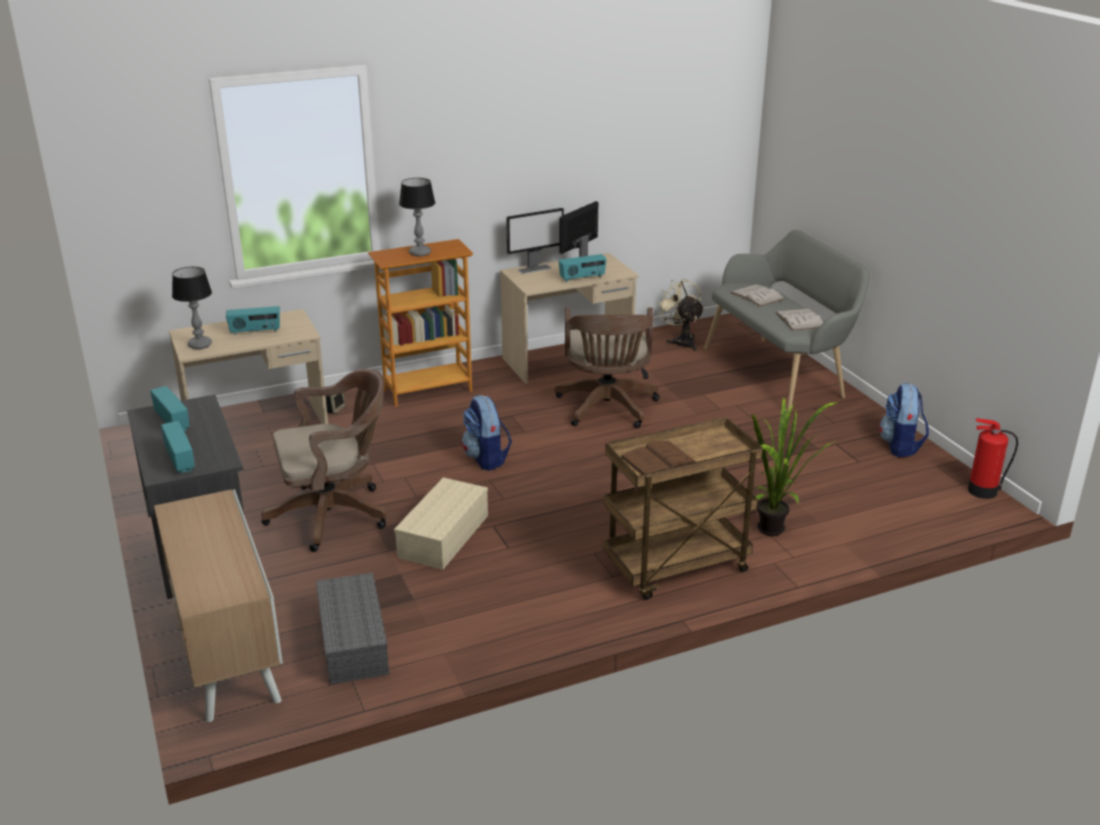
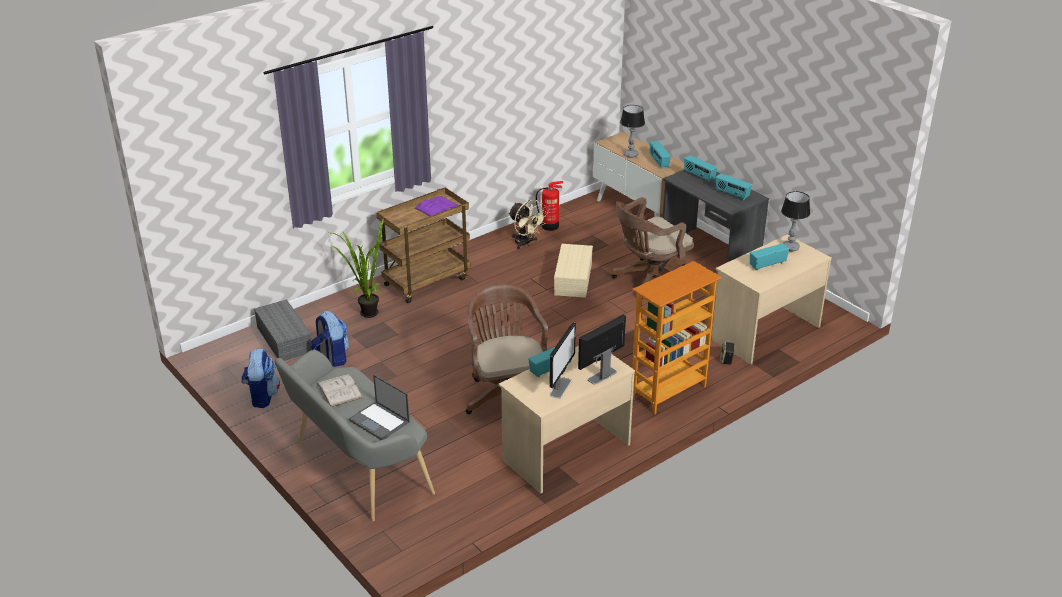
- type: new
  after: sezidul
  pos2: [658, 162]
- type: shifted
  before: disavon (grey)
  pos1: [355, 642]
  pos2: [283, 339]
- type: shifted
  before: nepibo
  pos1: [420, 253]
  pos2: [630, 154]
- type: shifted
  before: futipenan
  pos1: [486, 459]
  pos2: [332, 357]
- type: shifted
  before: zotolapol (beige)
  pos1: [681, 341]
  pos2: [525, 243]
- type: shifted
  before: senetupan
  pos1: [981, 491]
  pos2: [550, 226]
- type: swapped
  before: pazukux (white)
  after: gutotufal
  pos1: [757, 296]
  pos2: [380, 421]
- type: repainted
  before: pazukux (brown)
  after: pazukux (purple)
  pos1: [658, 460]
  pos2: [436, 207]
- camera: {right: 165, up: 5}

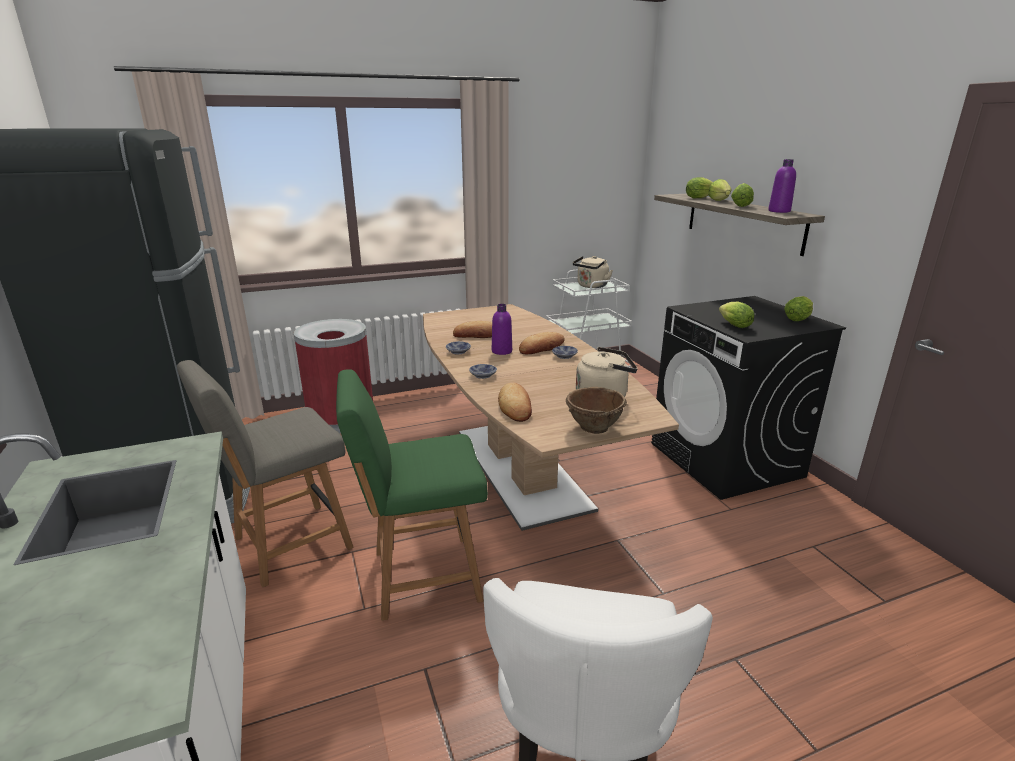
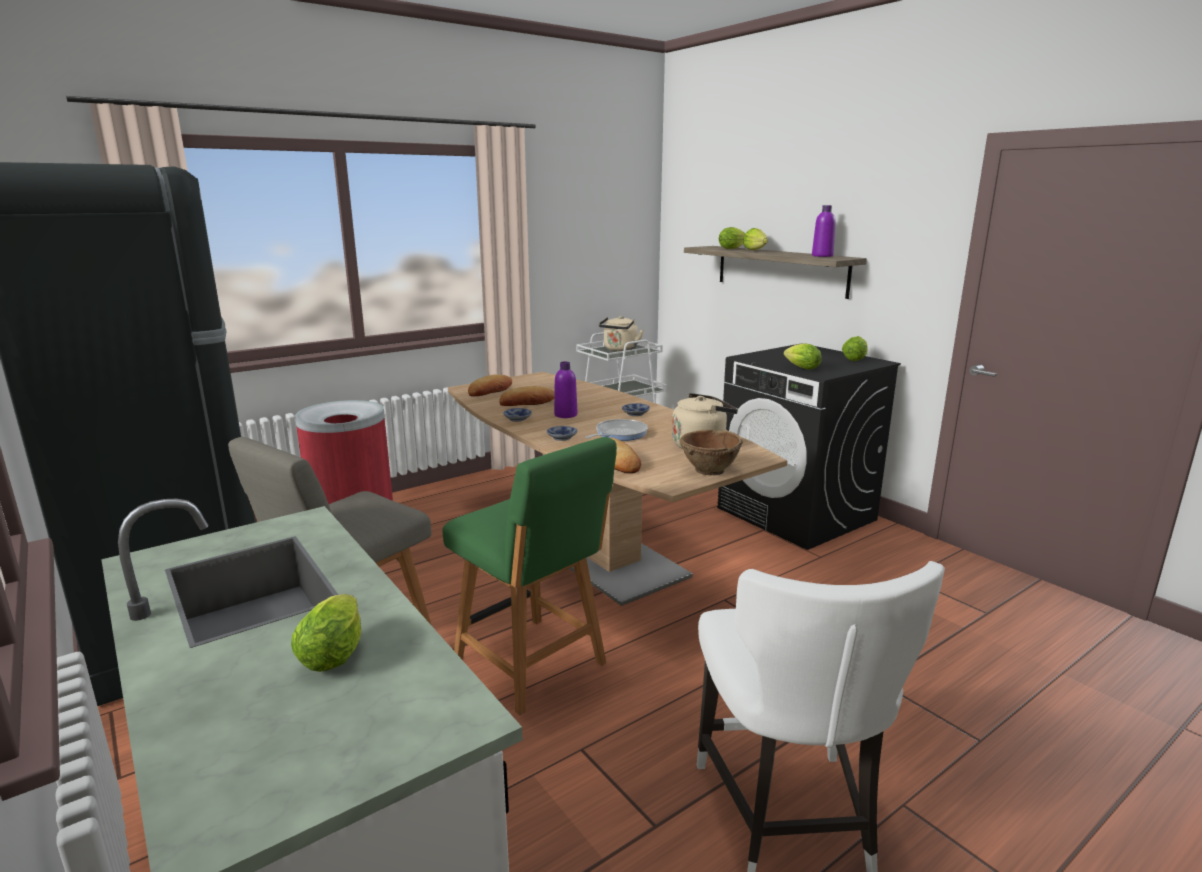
- type: new
  after: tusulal
  pos2: [619, 434]
- type: shifted
  before: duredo
  pos1: [541, 348]
  pos2: [490, 390]
- type: shifted
  before: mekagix
  pos1: [740, 206]
  pos2: [336, 652]
- type: rotated
  before: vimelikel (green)
  pos1: [421, 576]
  pos2: [533, 665]
  turn: -105
- camera: {right: -15, up: -5}

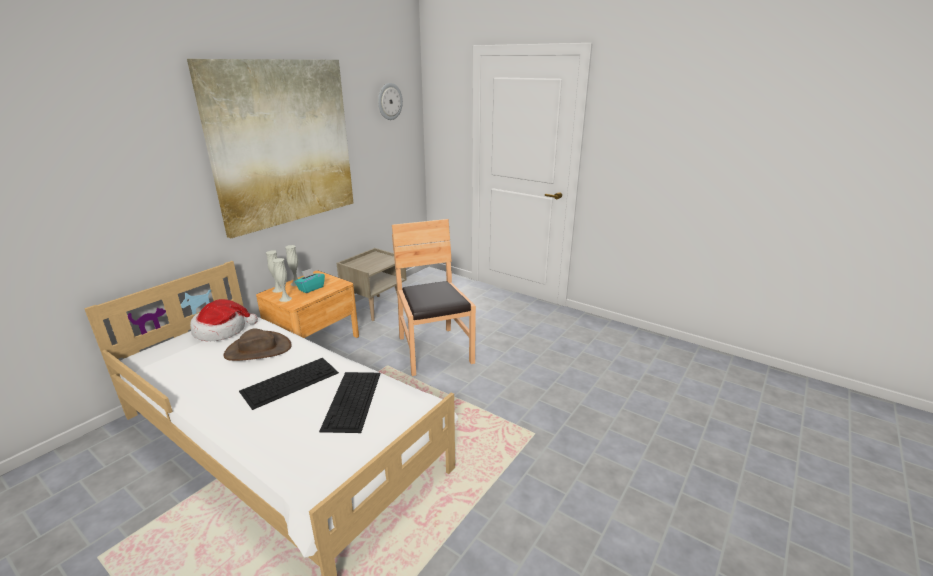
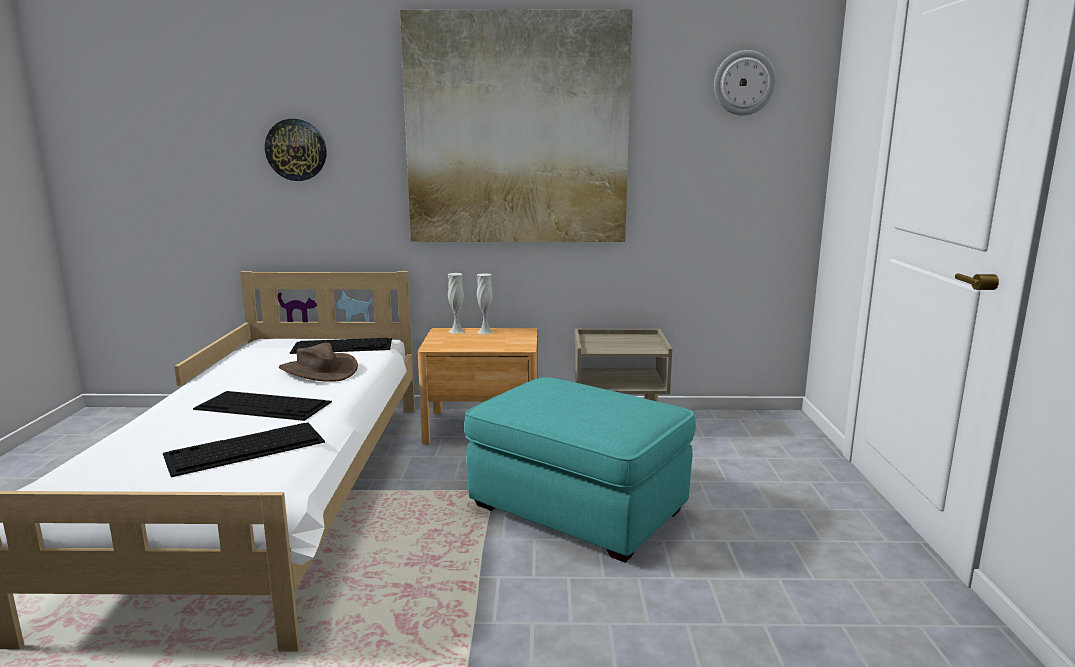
- type: gone
  before: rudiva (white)
  pos1: [285, 299]
- type: gone
  before: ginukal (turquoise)
  pos1: [311, 288]
- type: new
  after: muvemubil
  pos2: [296, 150]
- type: swapped
  before: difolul
  after: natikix
  pos1: [222, 330]
  pos2: [343, 346]
- type: swapped
  before: vimelikel (brown)
  after: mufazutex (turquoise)
  pos1: [434, 350]
  pos2: [579, 509]
- camera: {right: 55, up: -10}

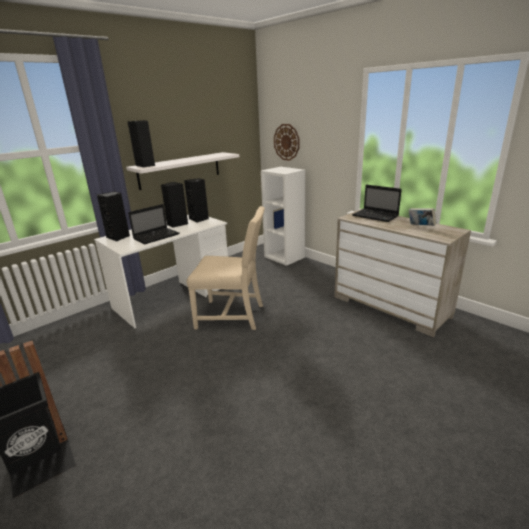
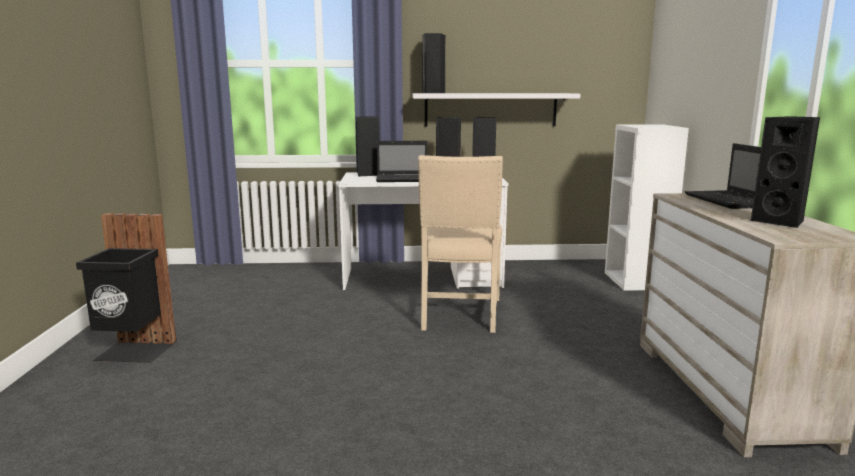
- type: gone
  before: muvemubil
  pos1: [286, 142]
- type: swapped
  before: pazukux
  after: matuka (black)
  pos1: [420, 226]
  pos2: [781, 221]
- type: rotated
  before: vimelikel (beige)
  pos1: [232, 315]
  pos2: [459, 315]
  turn: 45
- camera: {right: 40, up: -10}

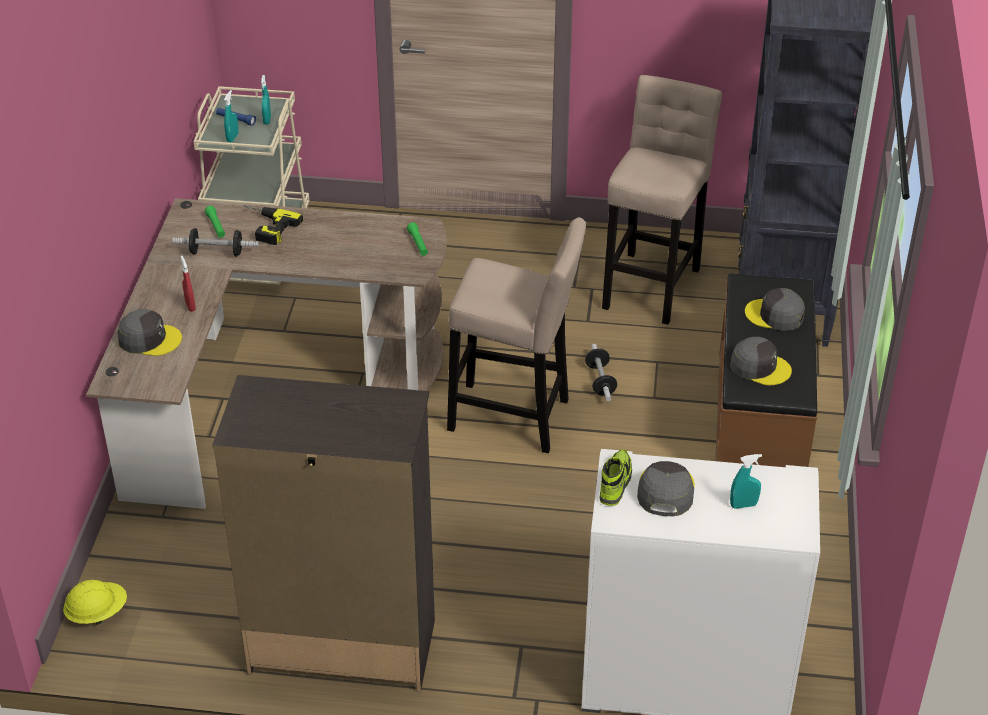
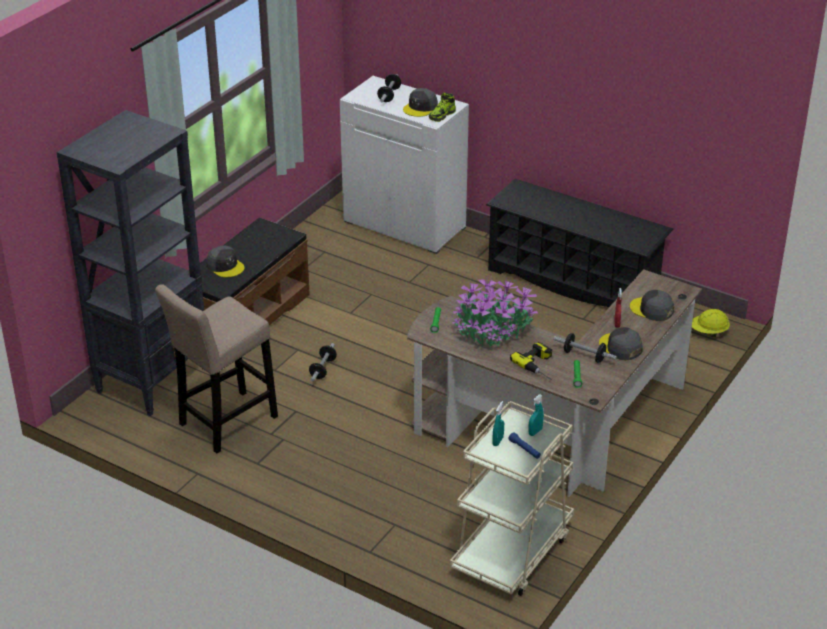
- type: gone
  before: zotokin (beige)
  pos1: [515, 418]
- type: new
  after: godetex
  pos2: [493, 331]
- type: shifted
  before: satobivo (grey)
  pos1: [760, 367]
  pos2: [620, 347]
- type: swapped
  before: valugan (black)
  after: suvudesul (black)
  pos1: [341, 645]
  pos2: [573, 282]
- type: swapped
  before: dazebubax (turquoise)
  after: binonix
  pos1: [743, 505]
  pos2: [389, 95]
- camera: {right: -155, up: -5}

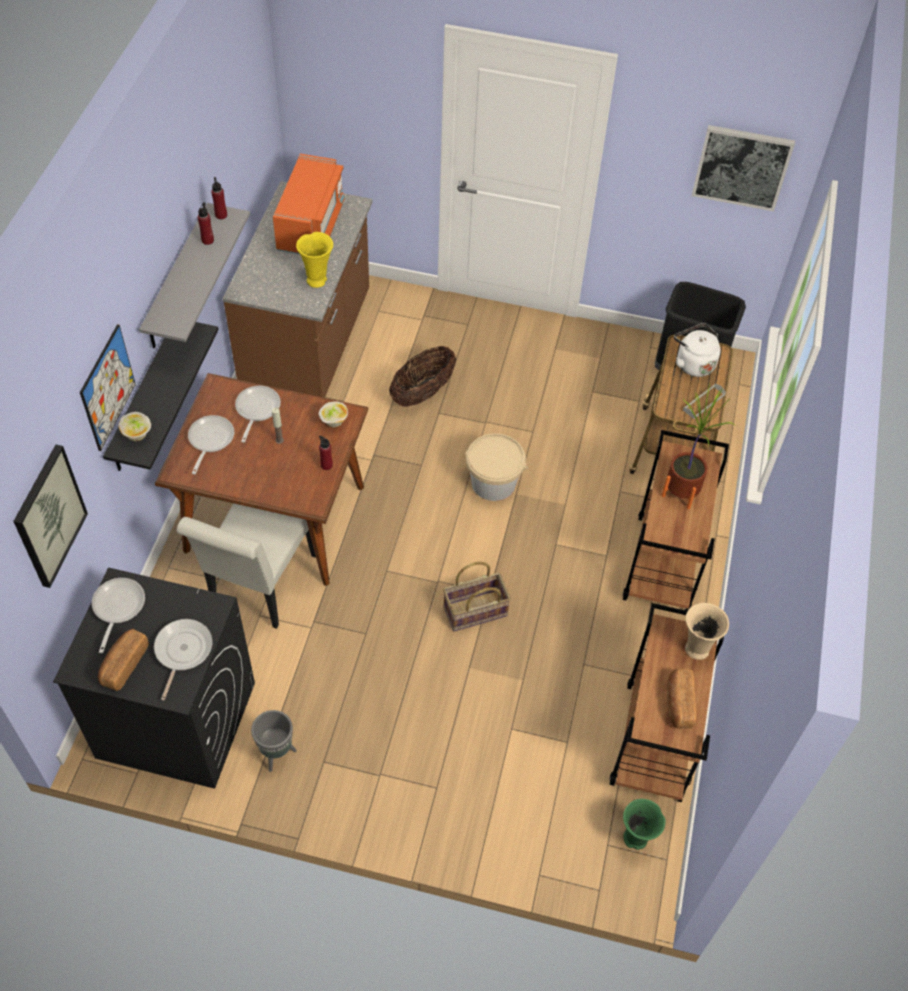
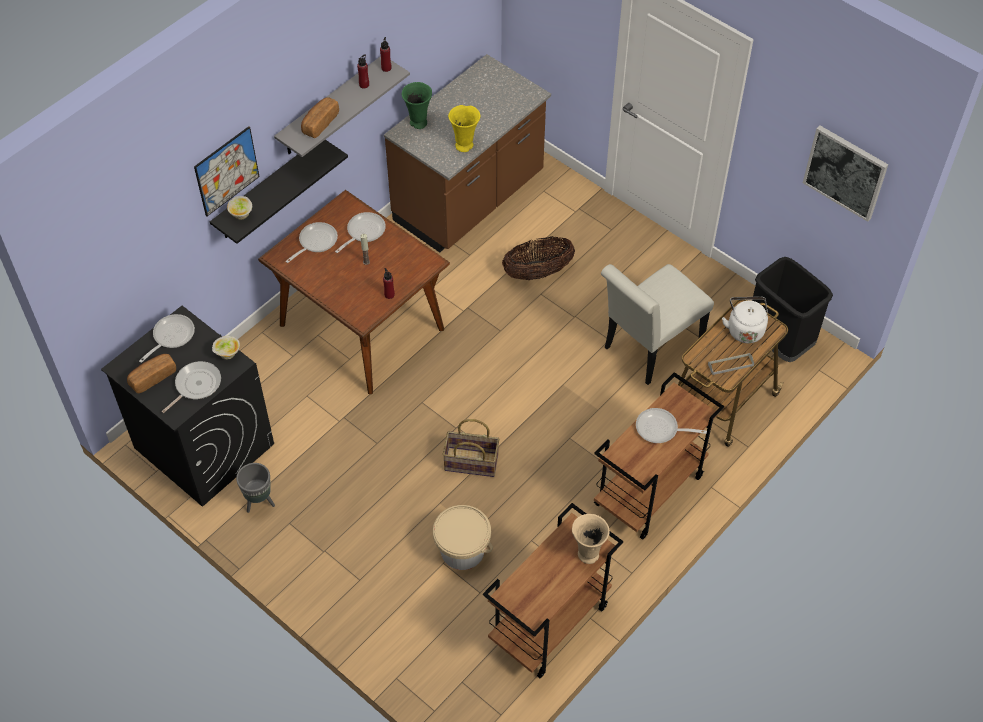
- type: gone
  before: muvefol
  pos1: [48, 516]
- type: gone
  before: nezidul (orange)
  pos1: [311, 224]
- type: shifted
  before: vimelikel (white)
  pos1: [260, 586]
  pos2: [648, 349]
- type: shifted
  before: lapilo
  pos1: [333, 422]
  pos2: [227, 354]
- type: shifted
  before: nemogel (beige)
  pos1: [493, 483]
  pos2: [462, 550]
- type: shifted
  before: rudiva (green)
  pos1: [636, 839]
  pos2: [418, 123]
- type: shifted
  before: duredo
  pos1: [678, 703]
  pos2: [319, 123]
- type: swapped
  before: godetex
  after: tusulal
  pos1: [681, 492]
  pos2: [660, 429]
- camera: {right: 30, up: 0}

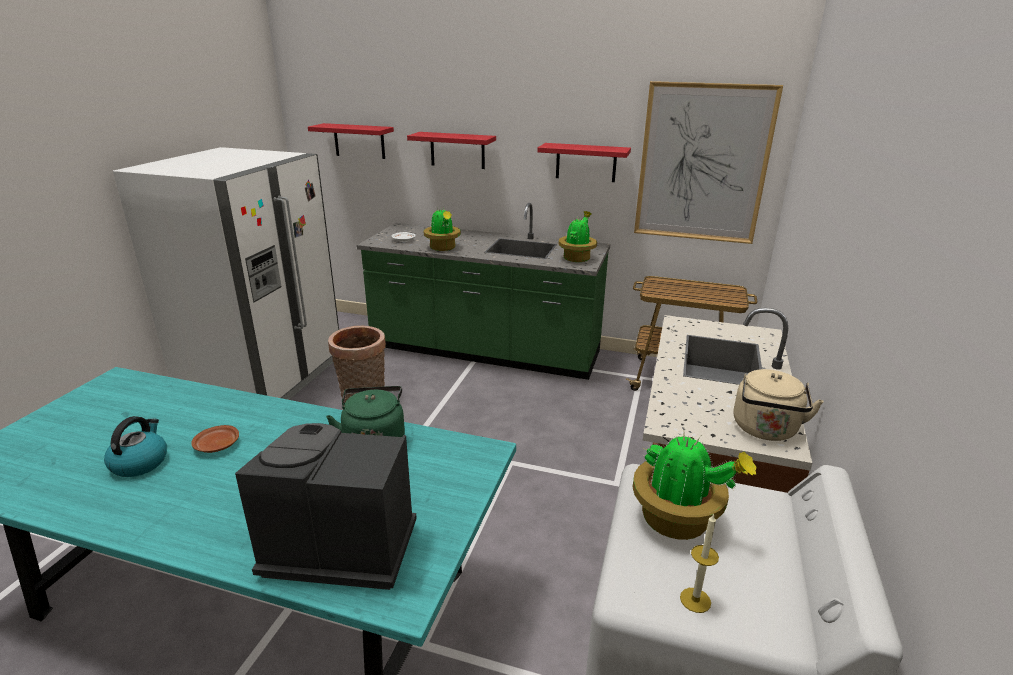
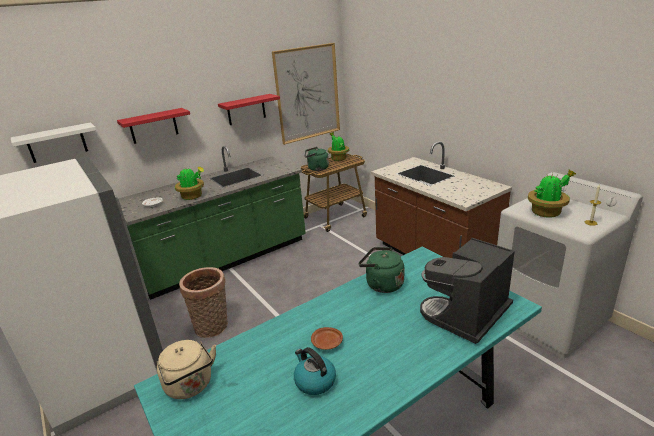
- type: new
  after: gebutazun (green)
  pos2: [316, 168]
- type: shifted
  before: godetex
  pos1: [577, 258]
  pos2: [338, 158]
- type: shifted
  before: gebutazun (beige)
  pos1: [765, 430]
  pos2: [191, 386]
- type: repainted
  before: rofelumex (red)
  after: rofelumex (white)
  pos1: [359, 141]
  pos2: [57, 143]
- camera: {right: -50, up: 0}

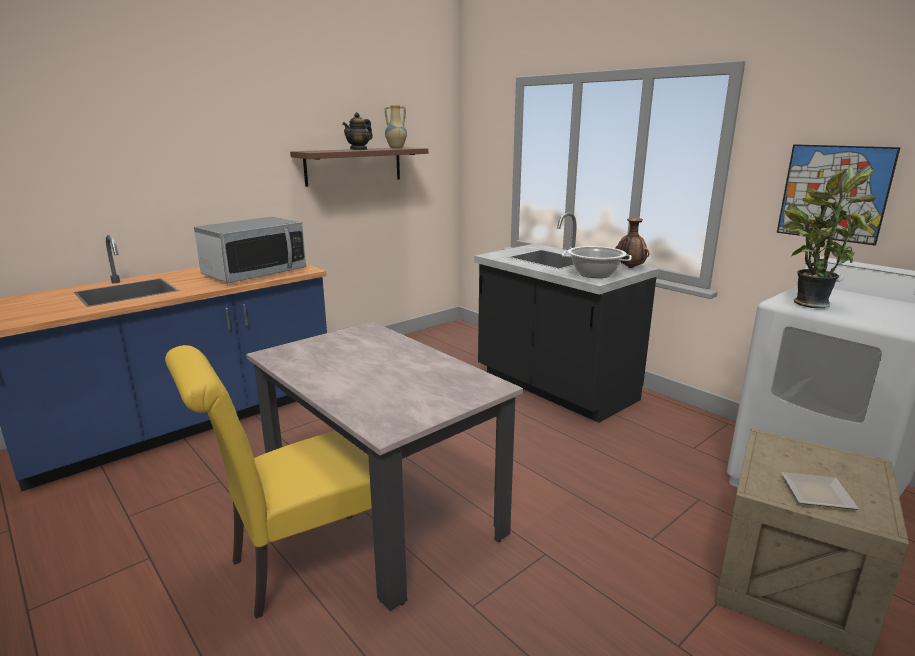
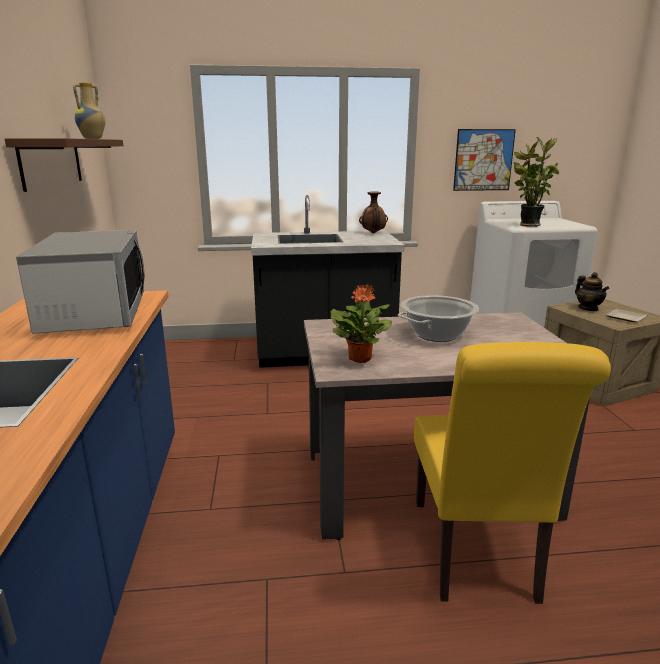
- type: new
  after: godetex
  pos2: [360, 358]
- type: shifted
  before: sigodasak
  pos1: [359, 149]
  pos2: [588, 308]
- type: shifted
  before: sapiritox
  pos1: [595, 274]
  pos2: [437, 334]
- camera: {right: -55, up: 0}

